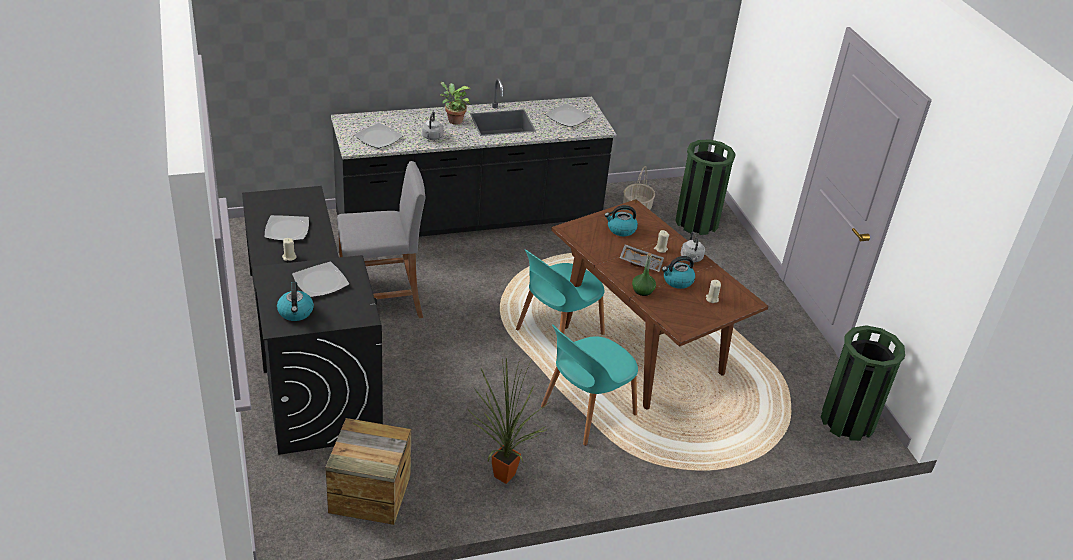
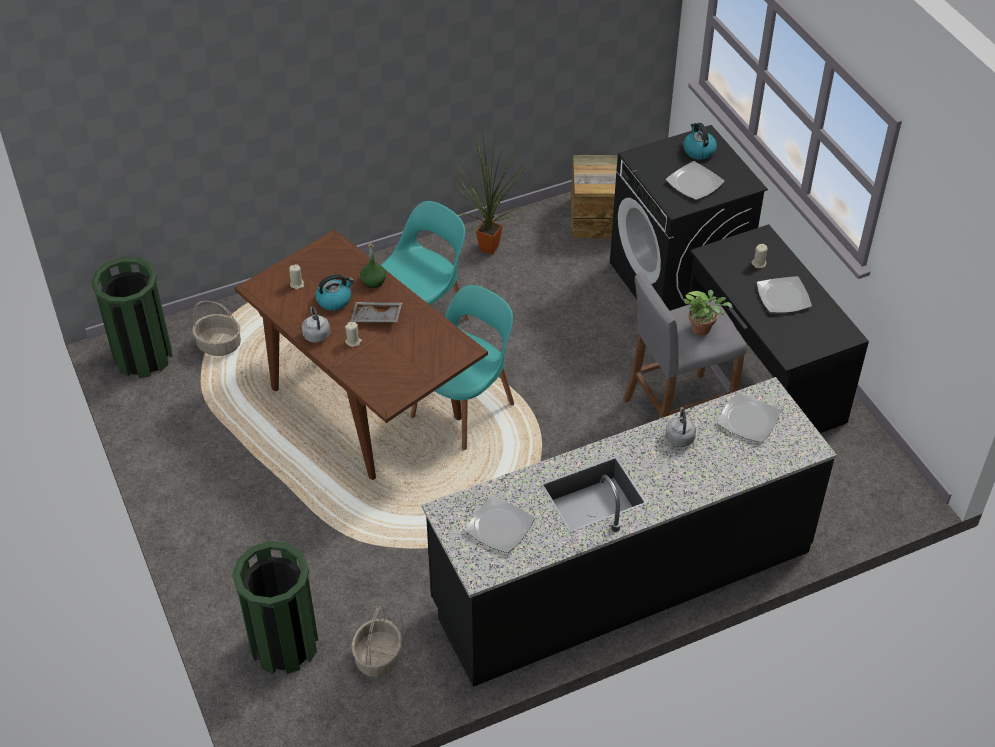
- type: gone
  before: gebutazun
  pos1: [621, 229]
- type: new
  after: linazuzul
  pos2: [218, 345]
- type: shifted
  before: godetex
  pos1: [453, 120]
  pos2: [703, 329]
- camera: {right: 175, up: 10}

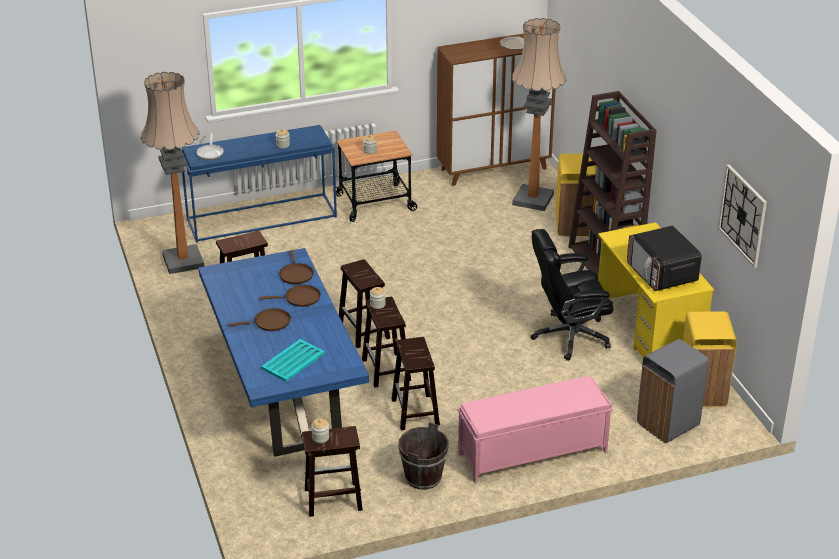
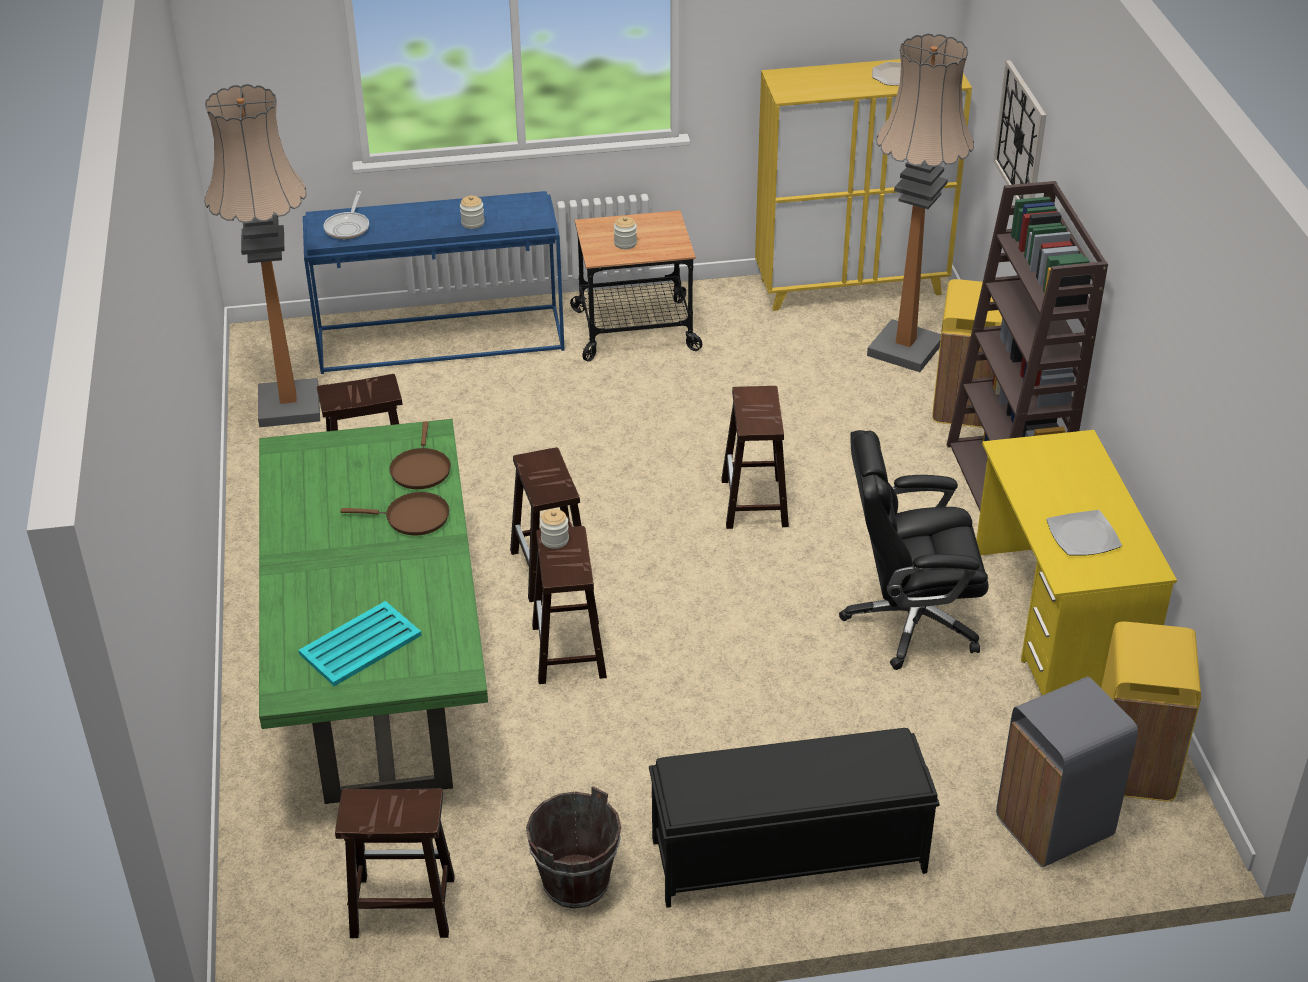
- type: gone
  before: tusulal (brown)
  pos1: [270, 322]
- type: gone
  before: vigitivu
  pos1: [320, 438]
- type: shifted
  before: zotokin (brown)
  pos1: [415, 412]
  pos2: [755, 503]
- type: shifted
  before: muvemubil
  pos1: [743, 215]
  pos2: [1021, 138]
- type: swapped
  before: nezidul
  after: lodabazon
  pos1: [662, 273]
  pos2: [1084, 536]
- type: repainted
  before: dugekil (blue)
  after: dugekil (green)
  pos1: [284, 392]
  pos2: [381, 675]
- type: repainted
  before: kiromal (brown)
  after: kiromal (yellow)
  pos1: [494, 169]
  pos2: [851, 286]
- type: repainted
  before: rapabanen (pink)
  after: rapabanen (black)
  pos1: [531, 453]
  pos2: [786, 855]
- camera: {right: 10, up: 5}

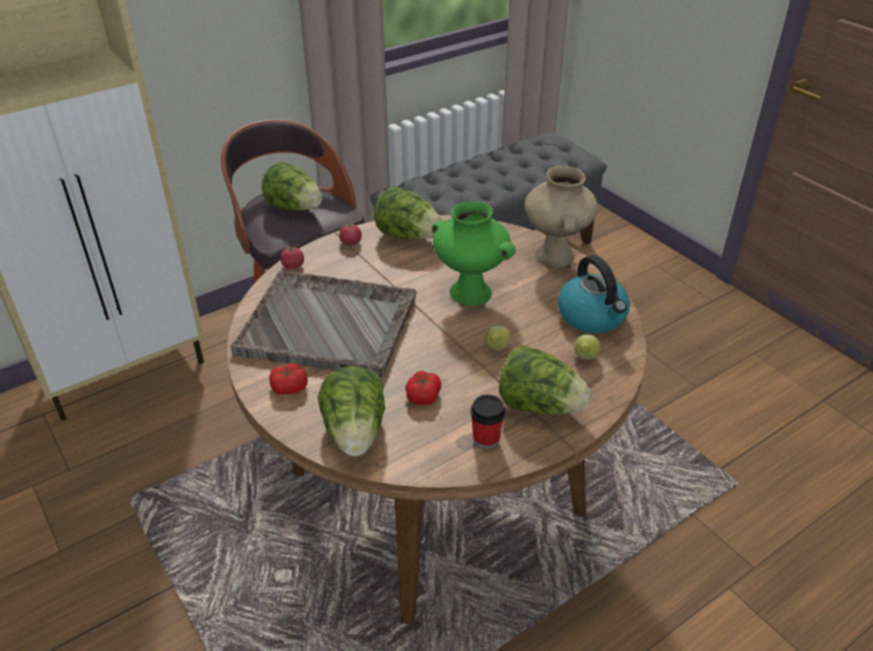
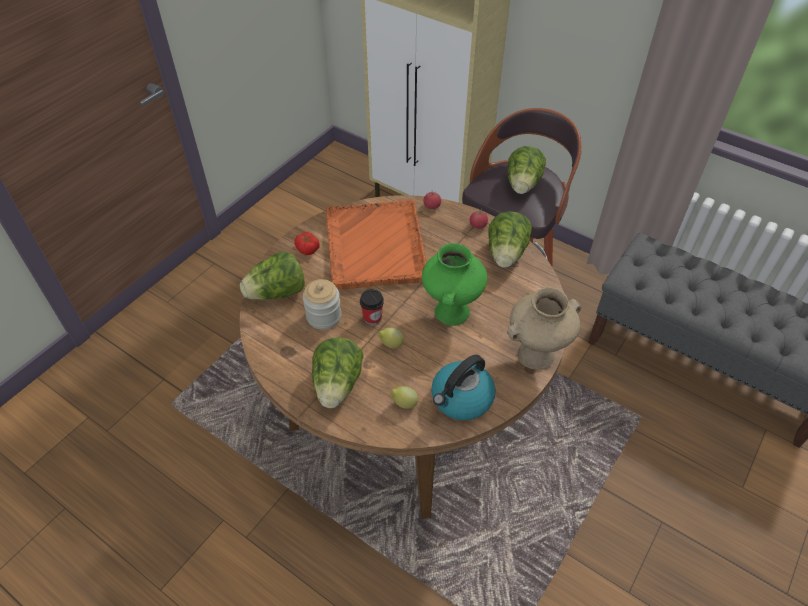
- type: shifted
  before: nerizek
  pos1: [486, 439]
  pos2: [372, 318]
- type: swapped
  before: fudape
  after: vigitivu
  pos1: [423, 395]
  pos2: [324, 316]
- type: repainted
  before: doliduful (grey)
  after: doliduful (orange)
  pos1: [329, 326]
  pos2: [375, 246]
- camera: {right: 70, up: 10}

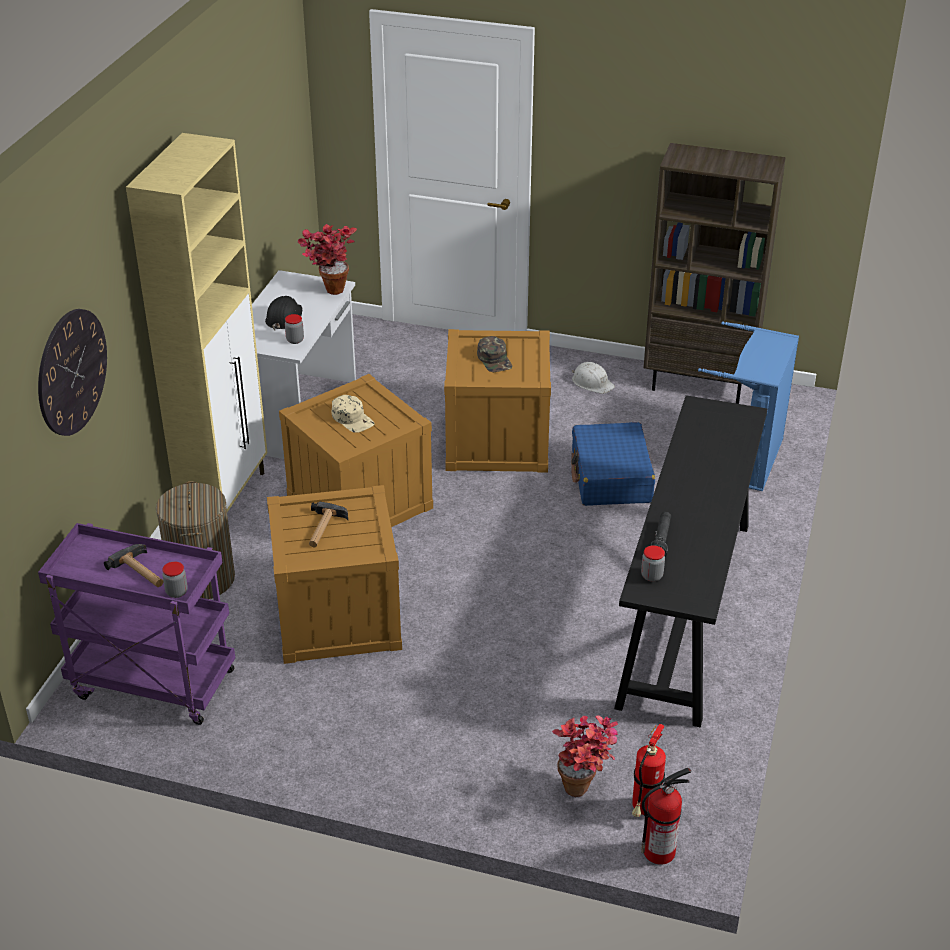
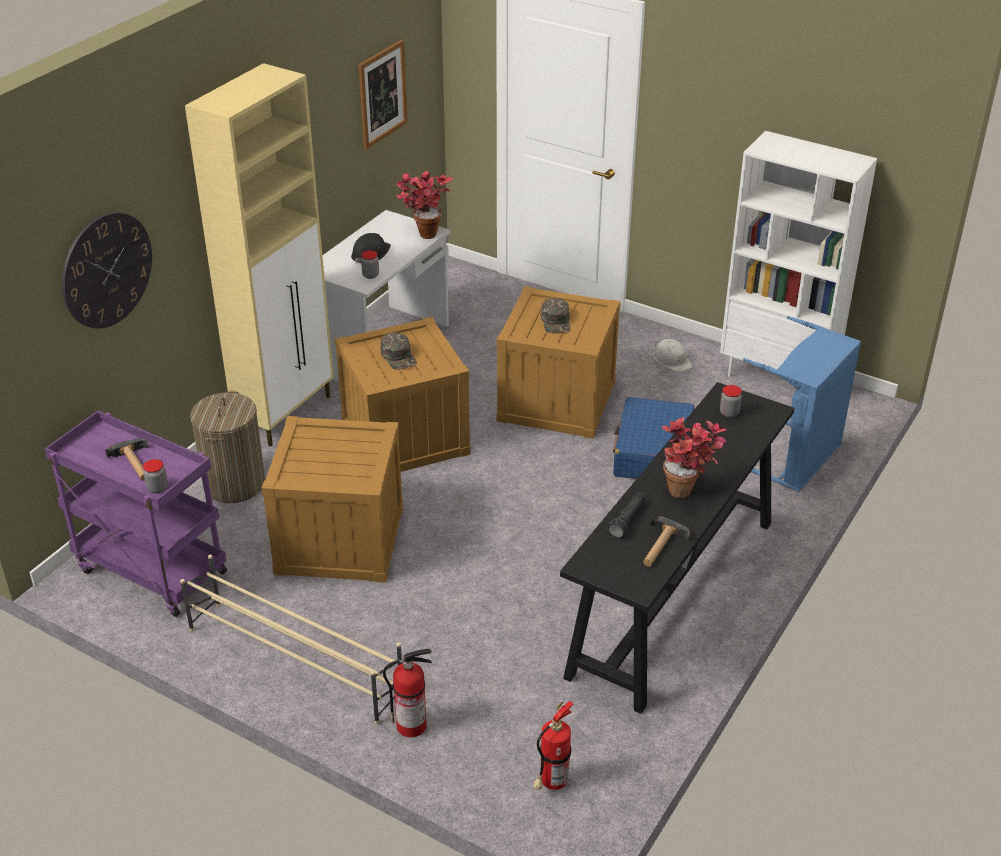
- type: new
  after: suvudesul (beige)
  pos2: [293, 660]
- type: new
  after: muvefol
  pos2: [382, 94]
- type: shifted
  before: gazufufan
  pos1: [323, 529]
  pos2: [661, 547]
- type: shifted
  before: godetex
  pos1: [584, 786]
  pos2: [688, 491]
- type: shifted
  before: vigitivu
  pos1: [651, 576]
  pos2: [729, 413]
- type: shifted
  before: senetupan
  pos1: [660, 850]
  pos2: [412, 725]
- type: repainted
  before: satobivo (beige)
  after: satobivo (green)
  pos1: [353, 419]
  pos2: [399, 356]
- type: repainted
  before: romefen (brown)
  after: romefen (white)
  pos1: [699, 385]
  pos2: [777, 378]
- camera: {right: 15, up: 0}

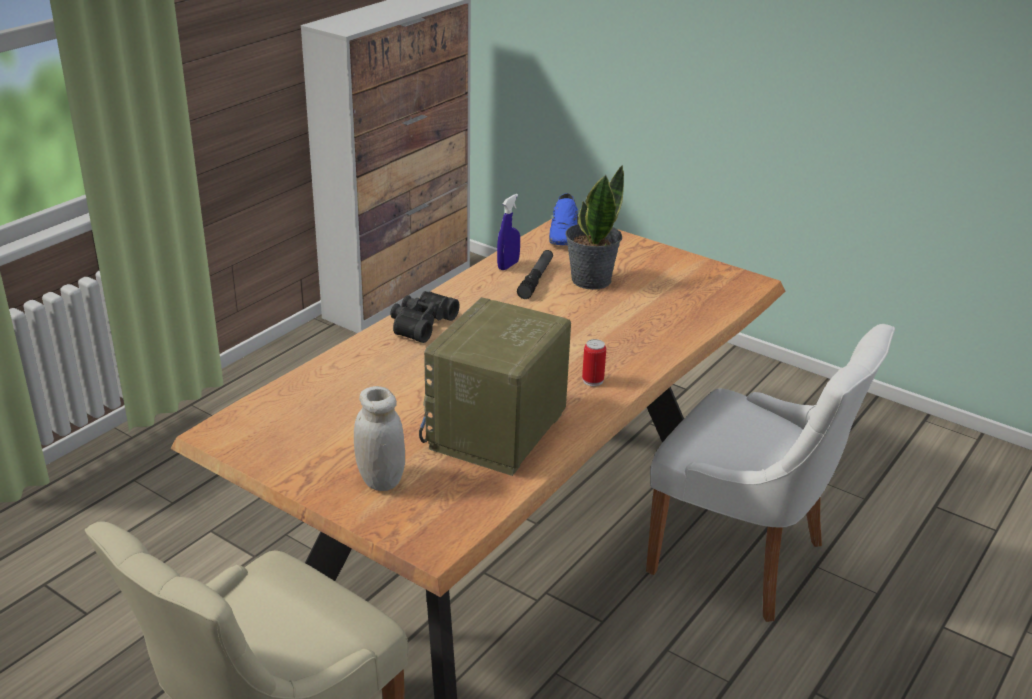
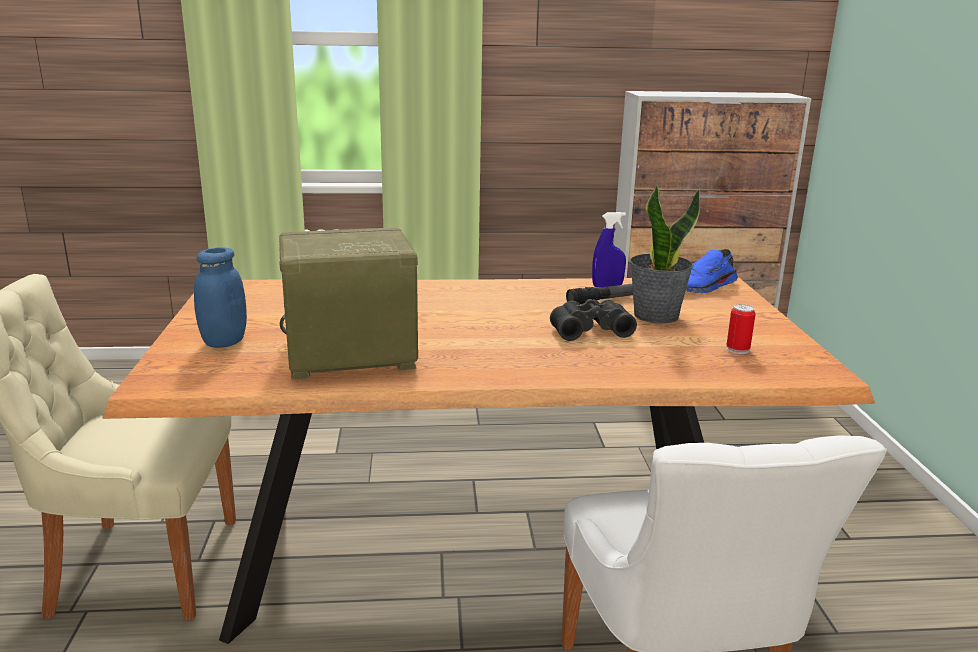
- type: shifted
  before: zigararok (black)
  pos1: [420, 324]
  pos2: [589, 329]
- type: shifted
  before: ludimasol
  pos1: [592, 380]
  pos2: [737, 350]
- type: repainted
  before: vigitivu (white)
  after: vigitivu (blue)
  pos1: [381, 480]
  pos2: [224, 341]
- camera: {right: 50, up: -10}

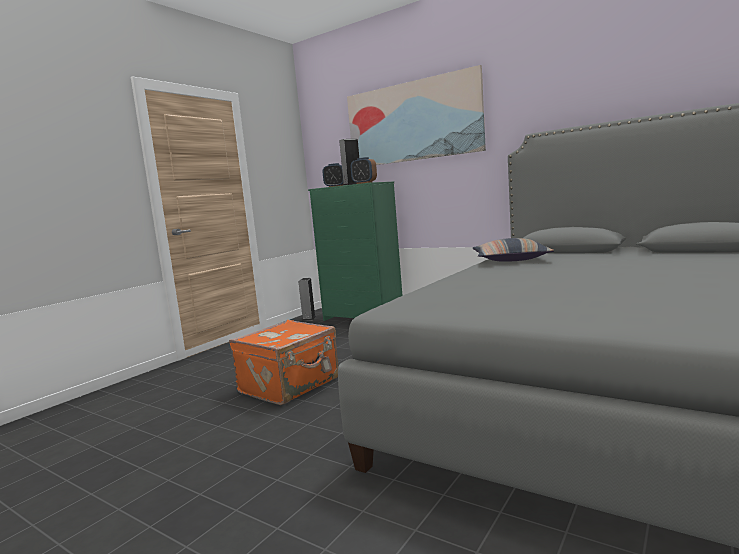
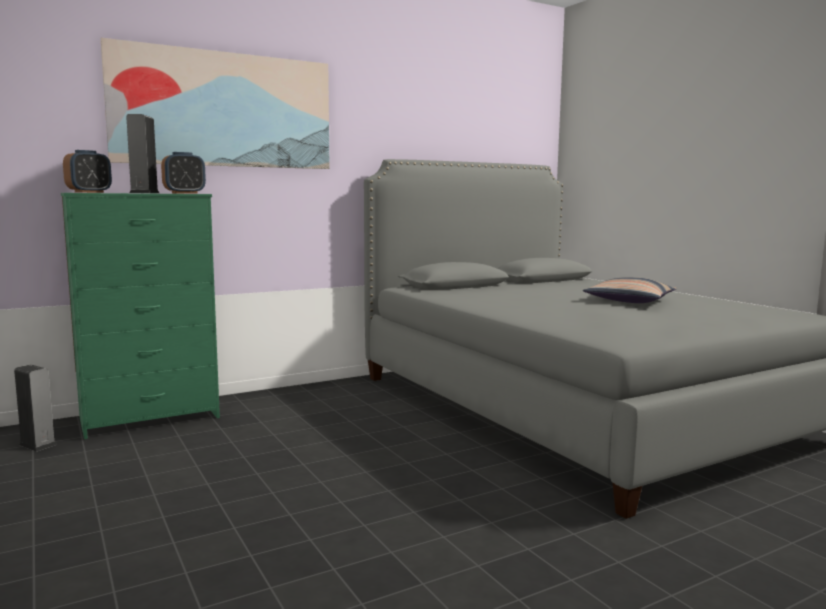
- type: gone
  before: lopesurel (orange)
  pos1: [290, 385]
- type: shifted
  before: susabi
  pos1: [510, 259]
  pos2: [629, 301]
- camera: {right: -65, up: 0}

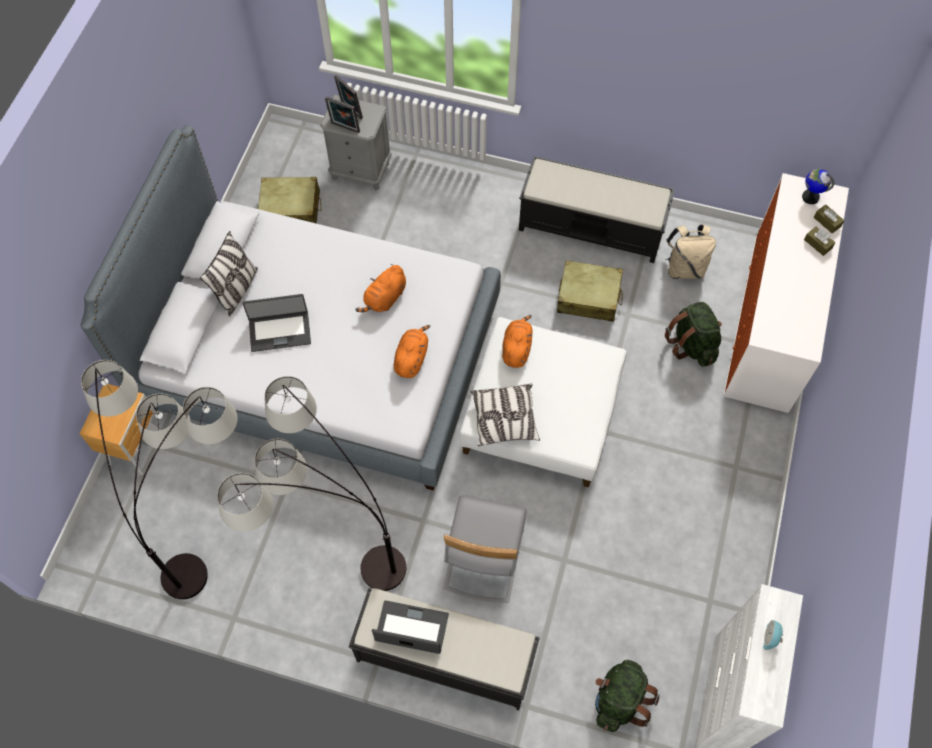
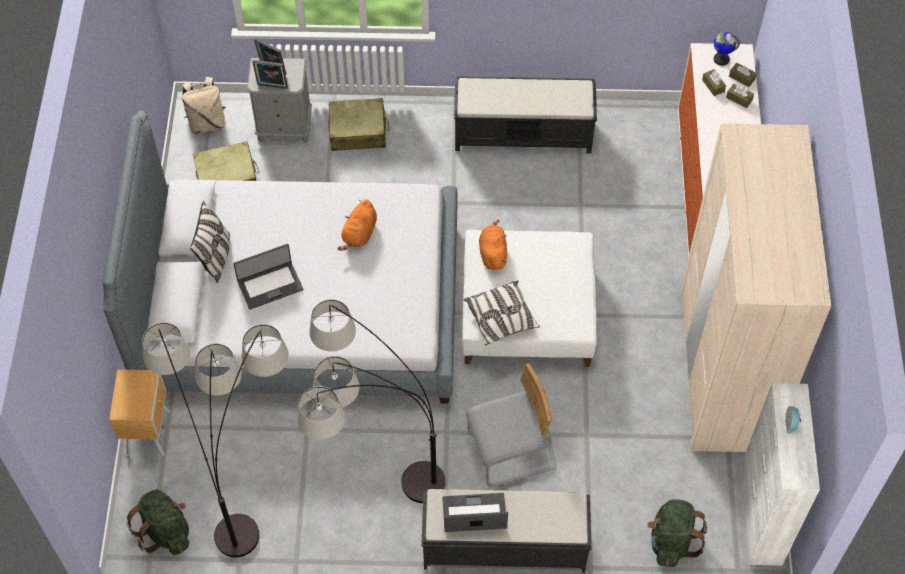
- type: gone
  before: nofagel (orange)
  pos1: [411, 358]
- type: new
  after: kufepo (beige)
  pos2: [724, 368]
- type: new
  after: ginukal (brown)
  pos2: [713, 86]
- type: shifted
  before: lopesurel (beige)
  pos1: [588, 297]
  pos2: [358, 131]
- type: shifted
  before: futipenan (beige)
  pos1: [684, 268]
  pos2: [207, 123]
- type: shifted
  before: futipenan (green)
  pos1: [692, 344]
  pos2: [165, 531]
- type: rotated
  before: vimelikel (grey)
  pos1: [482, 559]
  pos2: [512, 452]
  turn: -105
- camera: {right: -15, up: -5}

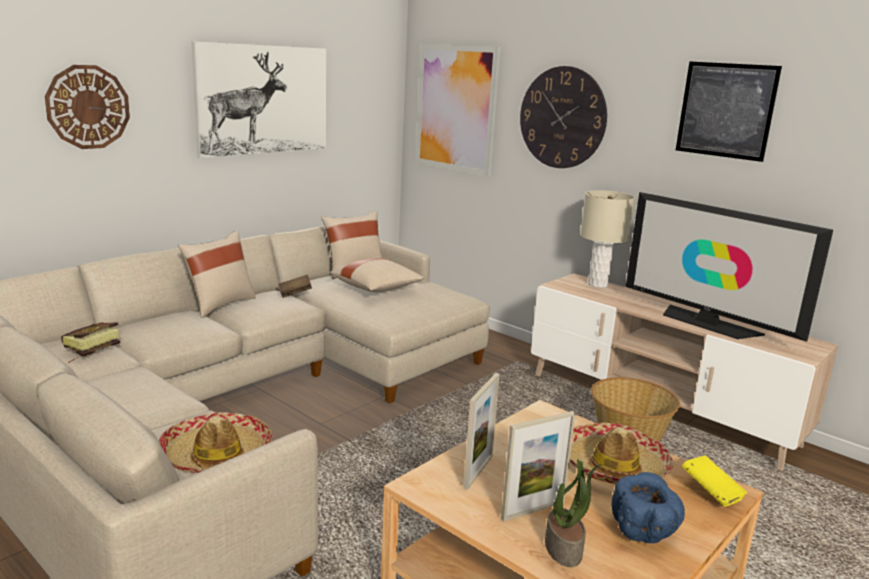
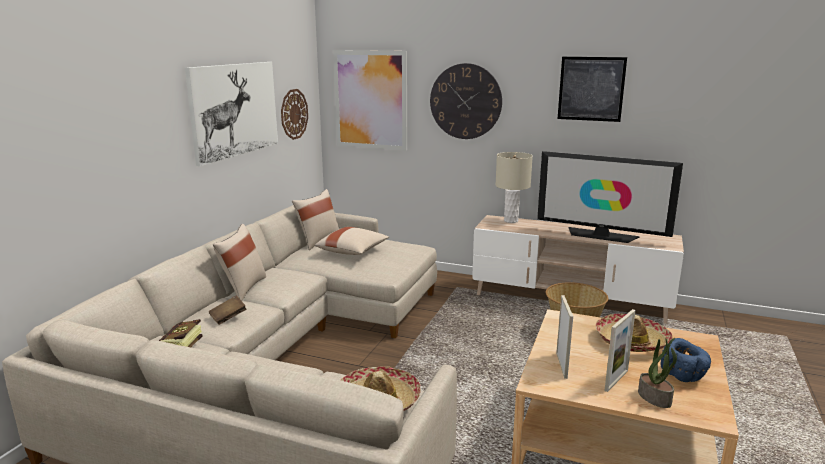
- type: gone
  before: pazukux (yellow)
  pos1: [711, 493]
- type: shifted
  before: muvemubil
  pos1: [88, 107]
  pos2: [294, 114]
- type: shifted
  before: pazukux (brown)
  pos1: [295, 294]
  pos2: [228, 317]
- camera: {right: -20, up: 0}

